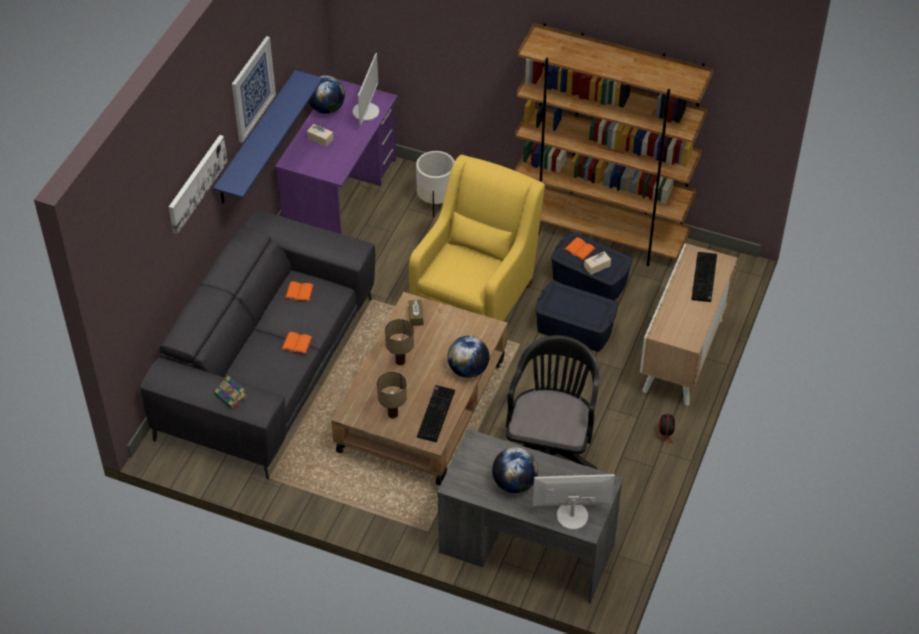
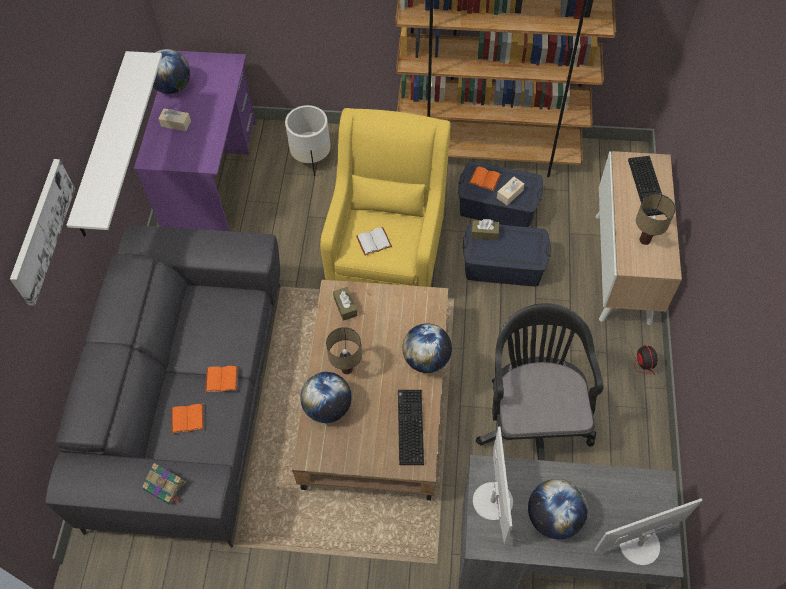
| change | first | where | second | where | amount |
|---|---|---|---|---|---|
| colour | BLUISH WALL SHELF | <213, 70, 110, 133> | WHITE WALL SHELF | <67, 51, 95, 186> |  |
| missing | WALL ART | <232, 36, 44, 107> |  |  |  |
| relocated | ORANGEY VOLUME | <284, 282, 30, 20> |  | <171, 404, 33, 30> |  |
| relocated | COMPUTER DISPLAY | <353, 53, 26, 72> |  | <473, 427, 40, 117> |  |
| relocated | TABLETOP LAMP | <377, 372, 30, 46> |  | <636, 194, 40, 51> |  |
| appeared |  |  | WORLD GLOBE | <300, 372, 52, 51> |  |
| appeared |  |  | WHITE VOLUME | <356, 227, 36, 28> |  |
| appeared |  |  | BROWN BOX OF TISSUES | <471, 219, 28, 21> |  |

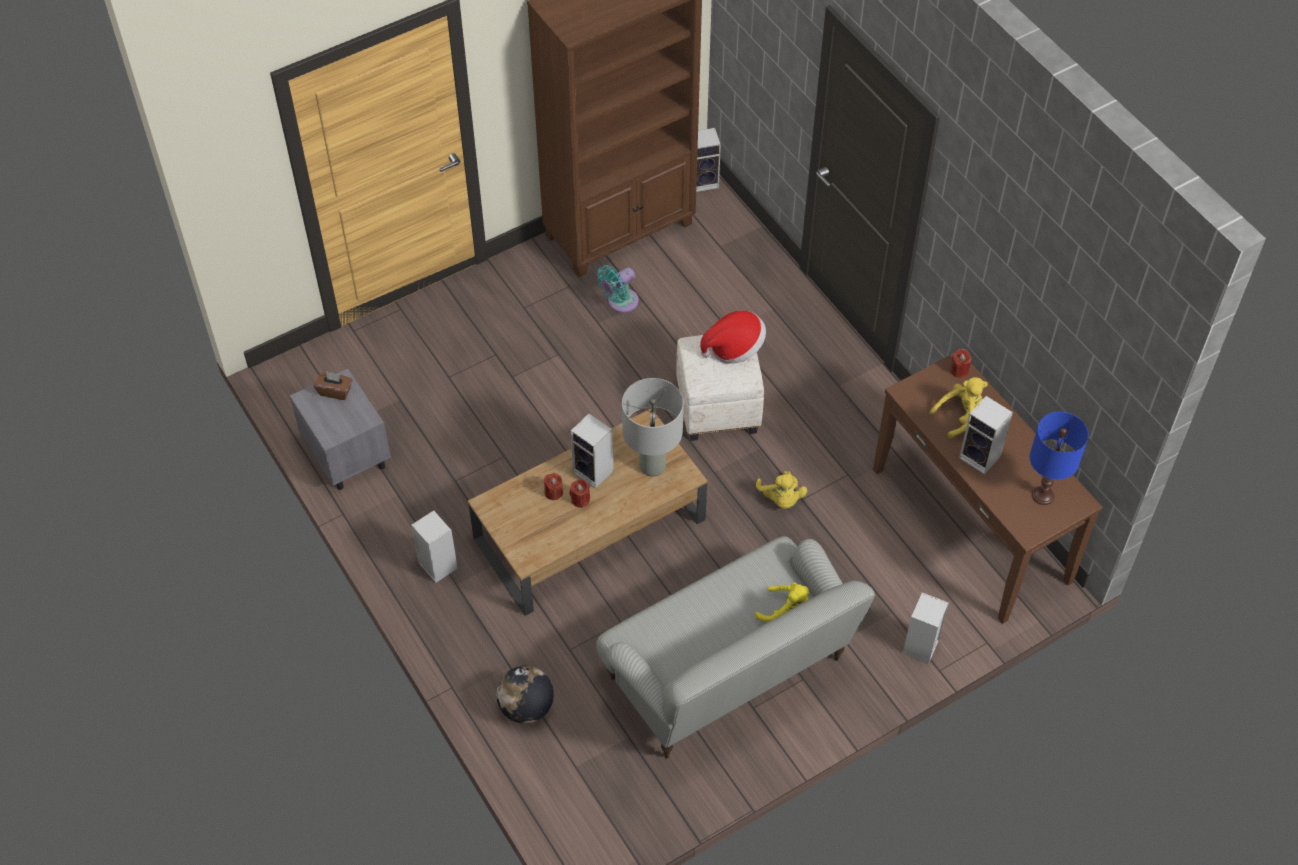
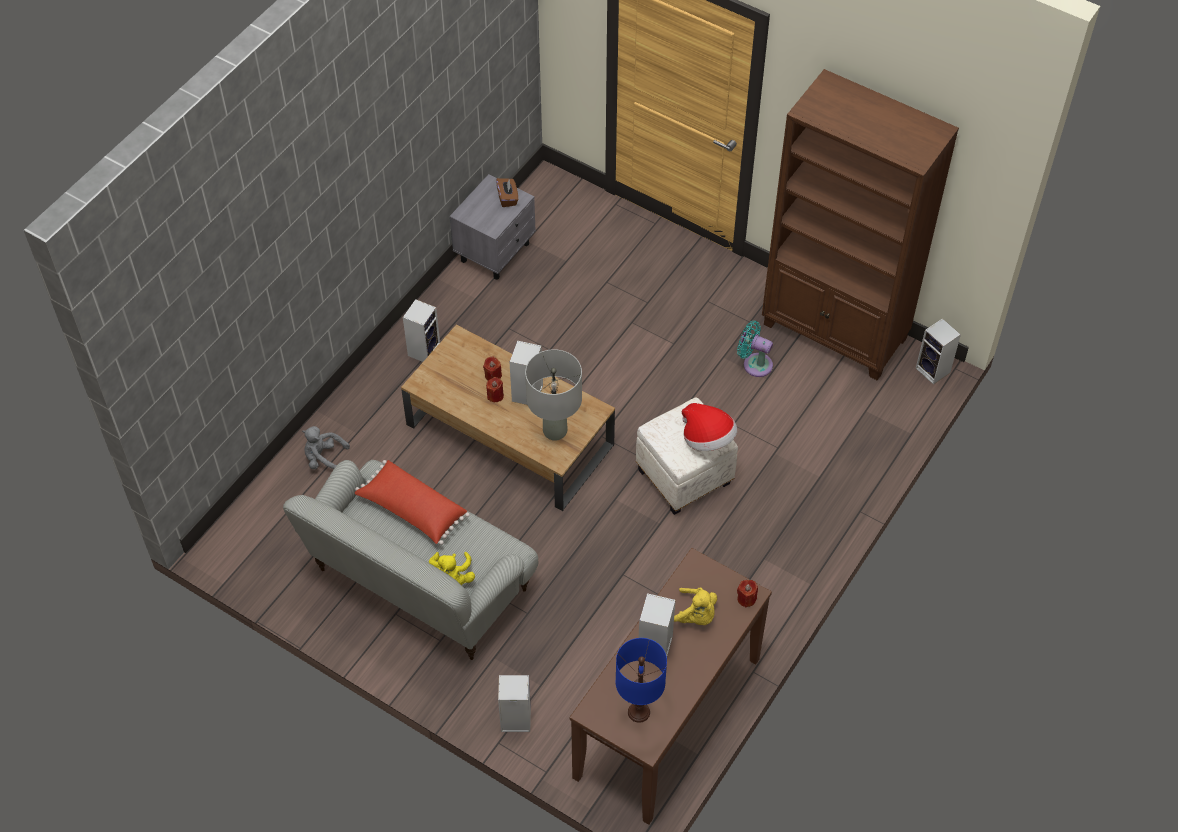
| change | first | where | second | where | amount |
|---|---|---|---|---|---|
| exchanged | WORLD GLOBE | <496, 666, 58, 58> | GREY CUDDLY TOY | <302, 426, 48, 43> |  |
| missing | YELLOWISH CUDDLY TOY | <756, 471, 51, 38> |  |  |  |
| appeared |  |  | REDDISH CUSHION | <355, 460, 115, 85> |  |

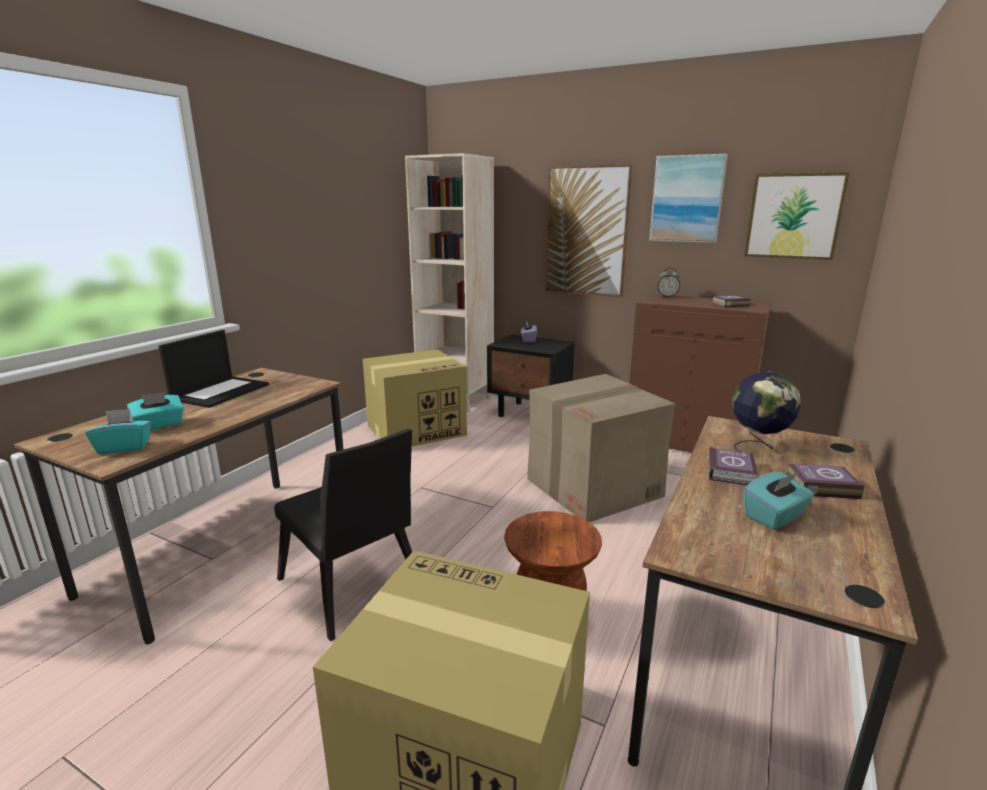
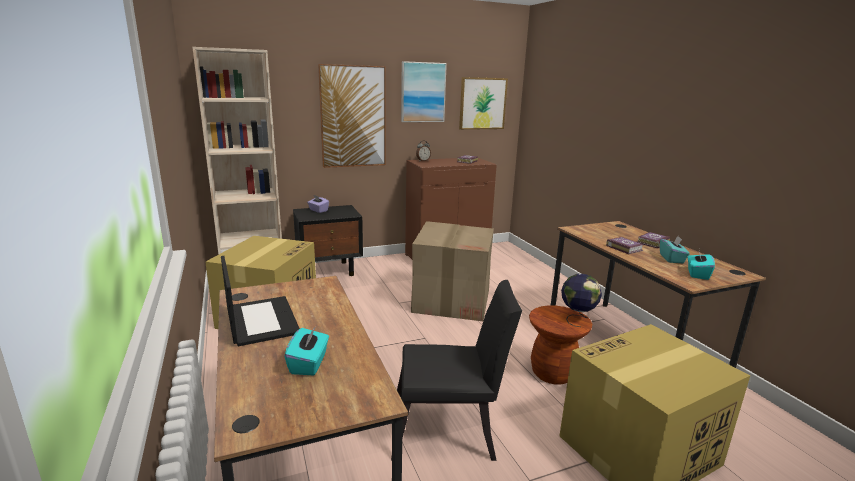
| change | first | where | second | where | amount |
|---|---|---|---|---|---|
| relocated | TURQUOISE-COLOURED BOX OF TISSUES | <85, 409, 66, 45> |  | <688, 250, 27, 30> |  |
| relocated | WORLD GLOBE | <732, 372, 69, 80> |  | <561, 274, 41, 53> |  |

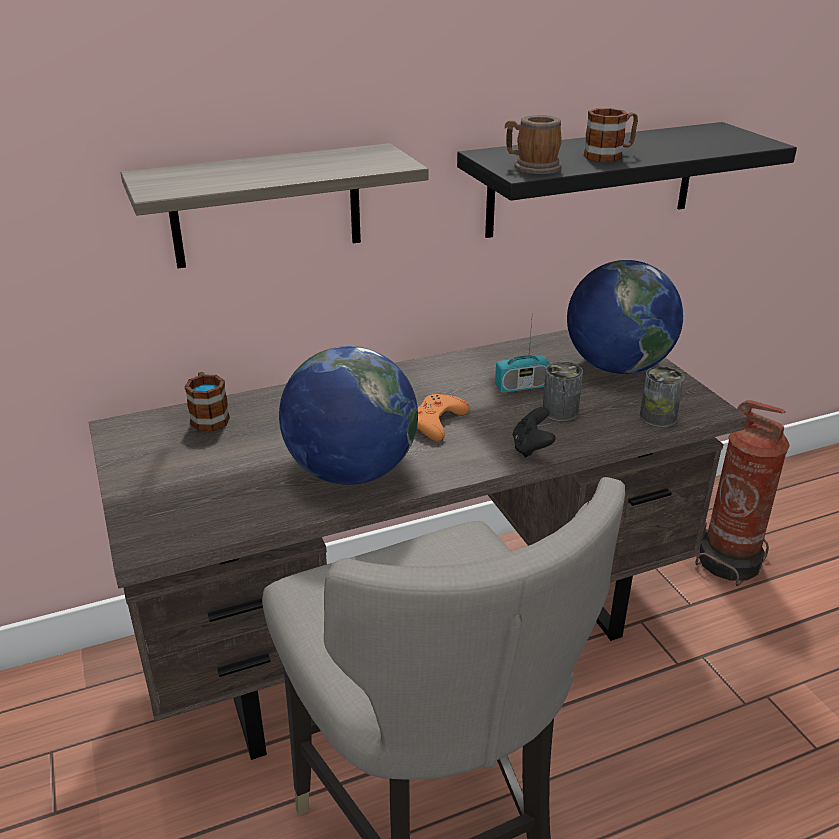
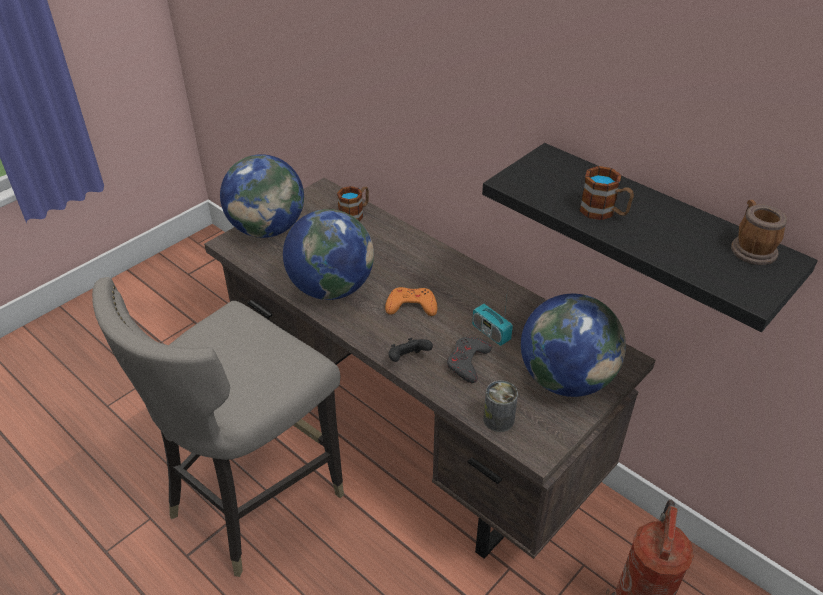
| change | first | where | second | where | amount |
|---|---|---|---|---|---|
| missing | WALL SHELF | <121, 143, 308, 125> |  |  |  |
| relocated | MUG | <505, 115, 57, 59> |  | <731, 200, 56, 65> |  |
| exchanged | CAN | <543, 361, 40, 61> | GREY JOYPAD | <447, 337, 45, 46> |  |
| appeared |  |  | WORLD GLOBE | <220, 154, 84, 84> |  |

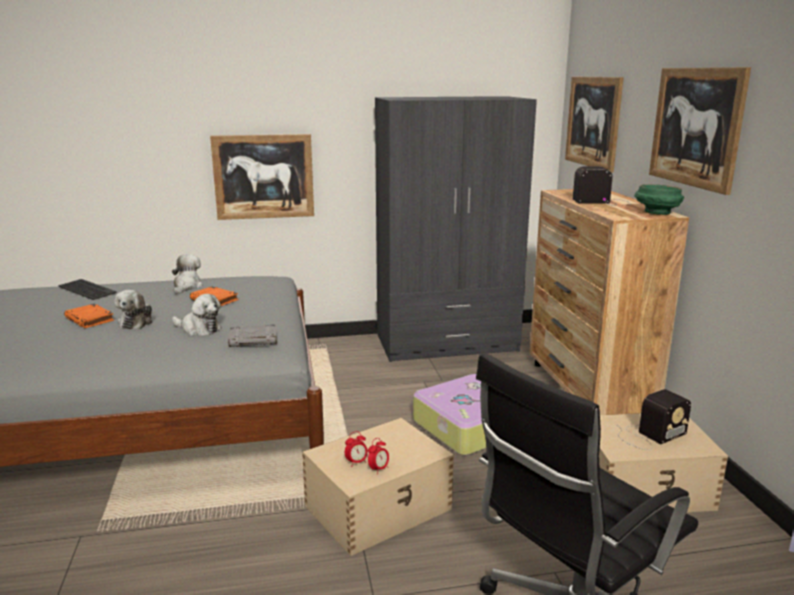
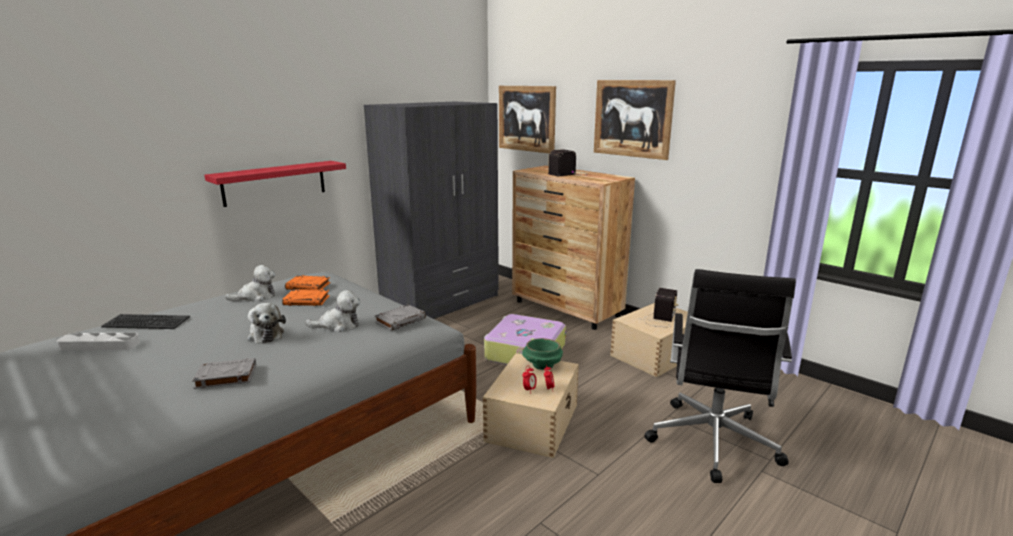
| change | first | where | second | where | amount |
|---|---|---|---|---|---|
| relocated | ORANGEY VOLUME | <64, 304, 50, 24> |  | <285, 275, 45, 15> |  |
| spun | CUDDLY TOY | <172, 254, 31, 40> |  | <225, 265, 50, 36> | 90 degrees clockwise |
| exchanged | WALL ART | <210, 134, 104, 86> | REDDISH WALL SHELF | <204, 161, 142, 46> |  |
| relocated | GREENISH DEEP DISH | <634, 184, 50, 31> |  | <522, 338, 41, 32> |  |
| appeared |  |  | GREY SERVING TRAY | <57, 333, 83, 18> |  |
| appeared |  |  | GREY VOLUME | <192, 358, 64, 31> |  |

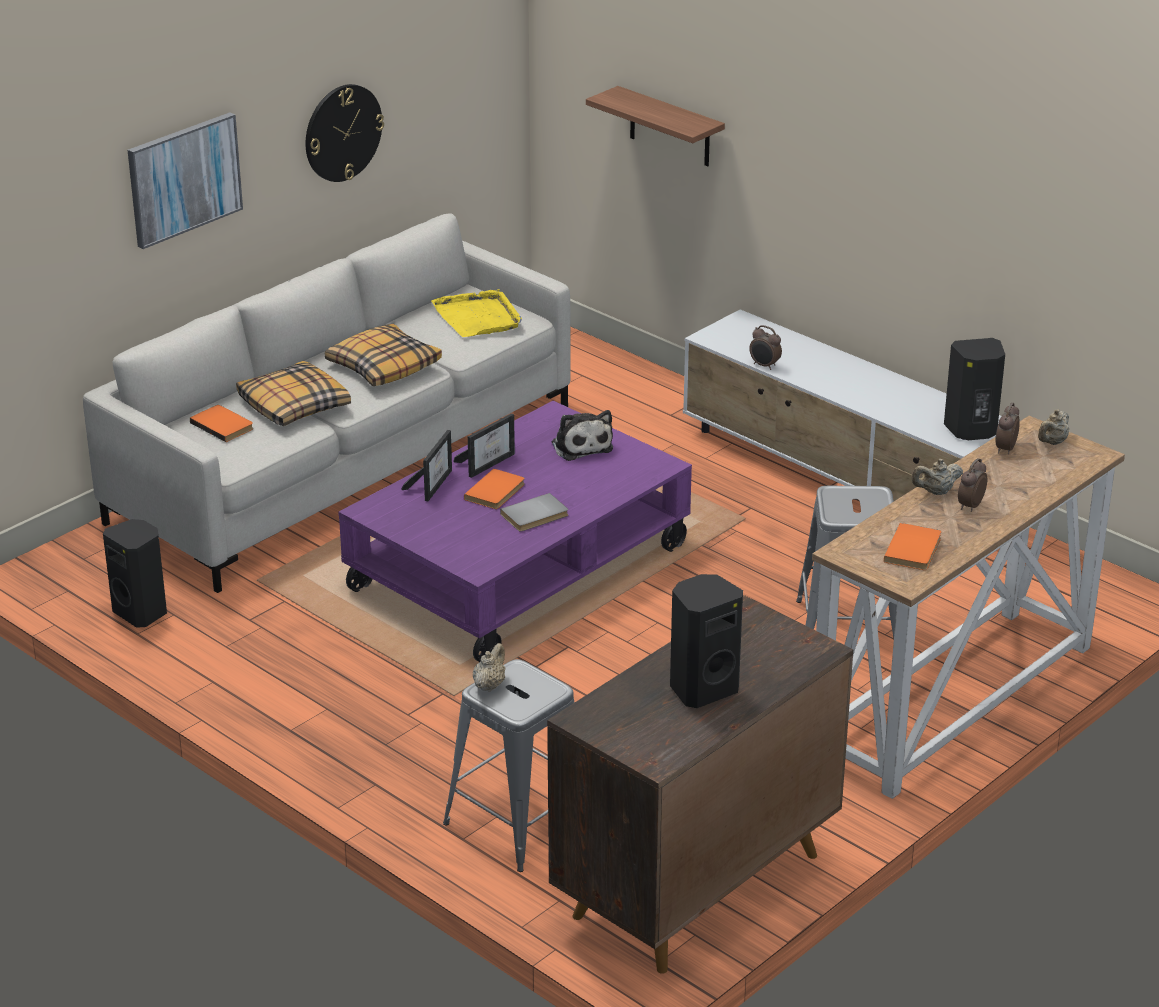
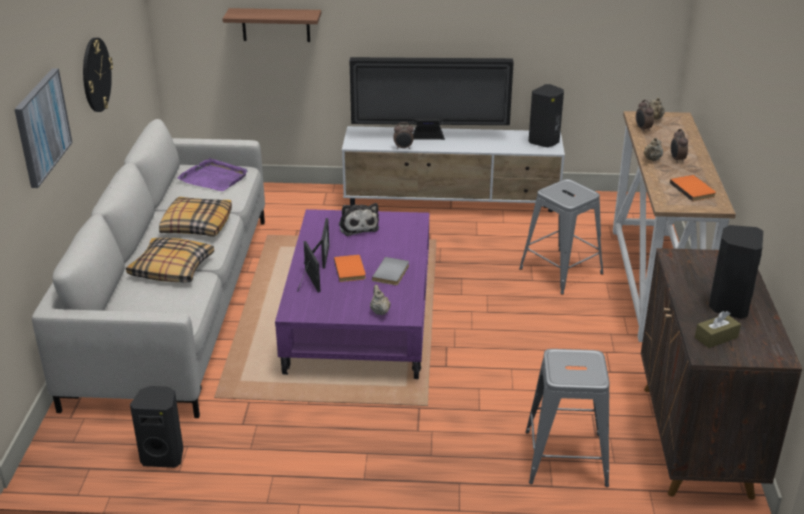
| change | first | where | second | where | amount |
|---|---|---|---|---|---|
| missing | ORANGEY VOLUME | <190, 405, 63, 37> |  |  |  |
| colour | YELLOWISH SERVING TRAY | <431, 289, 91, 48> | PURPLISH SERVING TRAY | <177, 158, 71, 33> |  |
| relocated | BEIGE TEA POT | <473, 643, 32, 49> |  | <370, 285, 21, 30> |  |
| spun | CUDDLY TOY | <552, 410, 61, 51> |  | <339, 203, 40, 33> | 45 degrees clockwise |
| appeared |  |  | TV SET | <349, 57, 165, 83> |  |
| appeared |  |  | BROWN BOX OF TISSUES | <695, 311, 46, 37> |  |

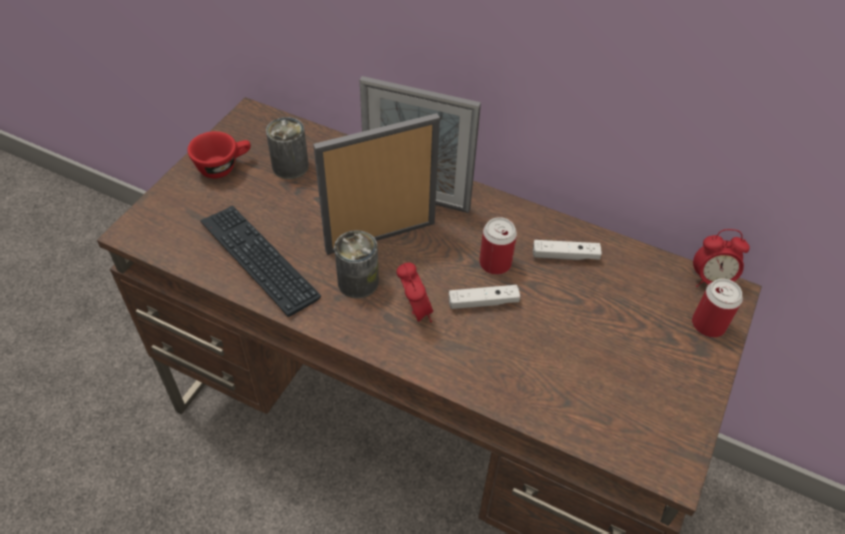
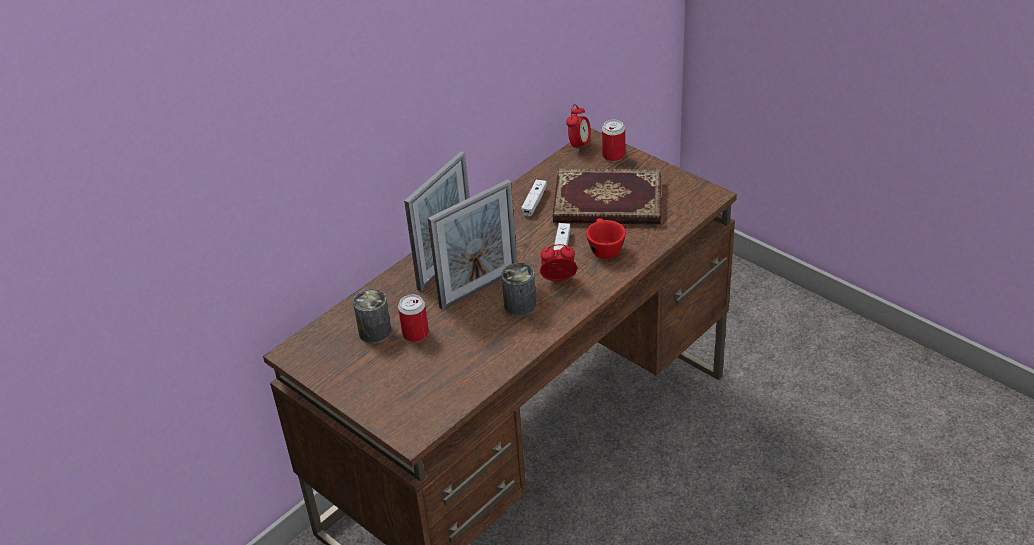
| change | first | where | second | where | amount |
|---|---|---|---|---|---|
| relocated | REDDISH CUP | <187, 131, 64, 47> |  | <586, 218, 40, 41> |  |
| missing | PC KEYBOARD | <200, 205, 121, 112> |  |  |  |
| spun | STANDING FRAME | <313, 113, 127, 142> |  | <428, 179, 89, 131> | 120 degrees counterclockwise |
| relocated | CAN | <479, 217, 38, 58> |  | <398, 294, 31, 48> |  |
| appeared |  |  | VOLUME | <553, 169, 109, 56> |  |

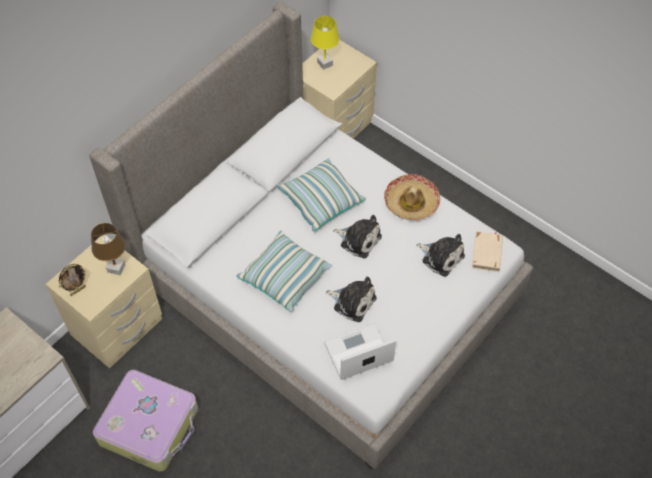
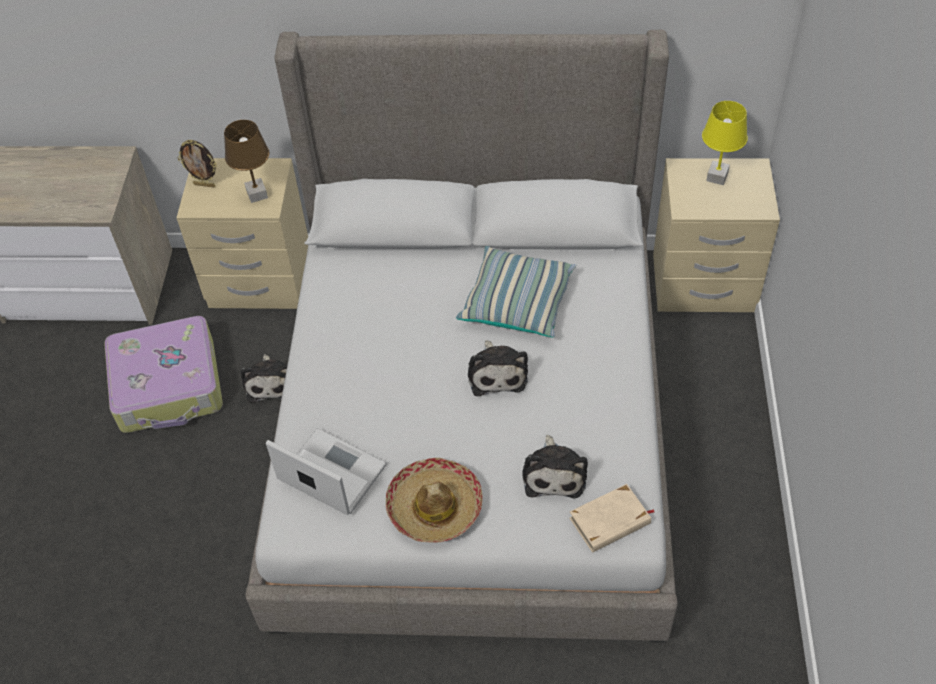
| change | first | where | second | where | amount |
|---|---|---|---|---|---|
| missing | CUSHION | <236, 231, 96, 81> |  |  |  |
| relocated | CUDDLY TOY | <326, 276, 51, 46> |  | <241, 354, 46, 49> |  |
| relocated | HAT | <384, 174, 56, 46> |  | <386, 458, 97, 85> |  |

